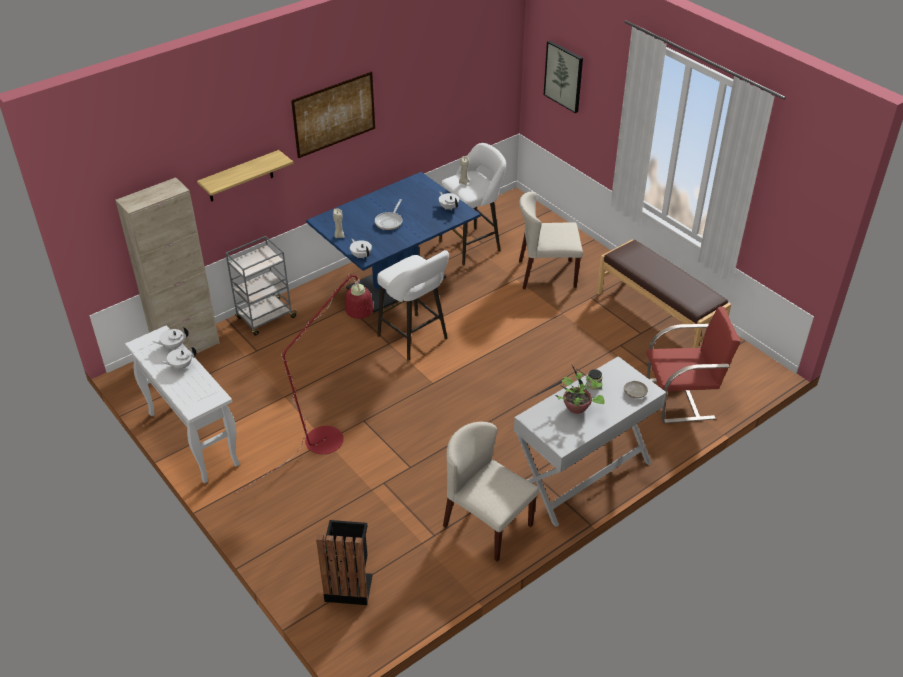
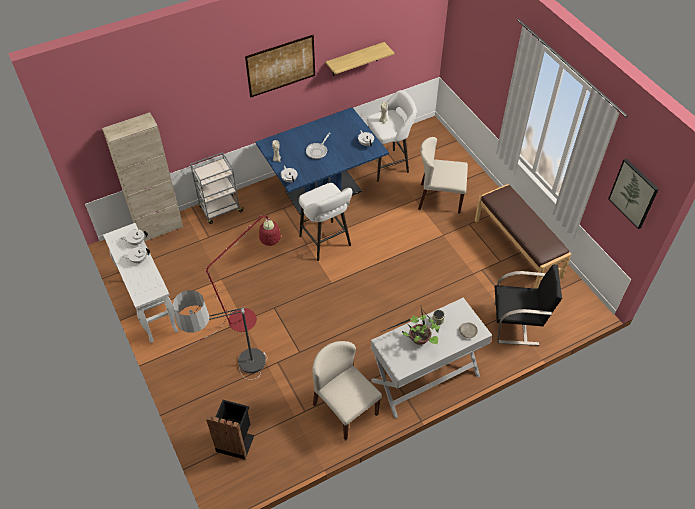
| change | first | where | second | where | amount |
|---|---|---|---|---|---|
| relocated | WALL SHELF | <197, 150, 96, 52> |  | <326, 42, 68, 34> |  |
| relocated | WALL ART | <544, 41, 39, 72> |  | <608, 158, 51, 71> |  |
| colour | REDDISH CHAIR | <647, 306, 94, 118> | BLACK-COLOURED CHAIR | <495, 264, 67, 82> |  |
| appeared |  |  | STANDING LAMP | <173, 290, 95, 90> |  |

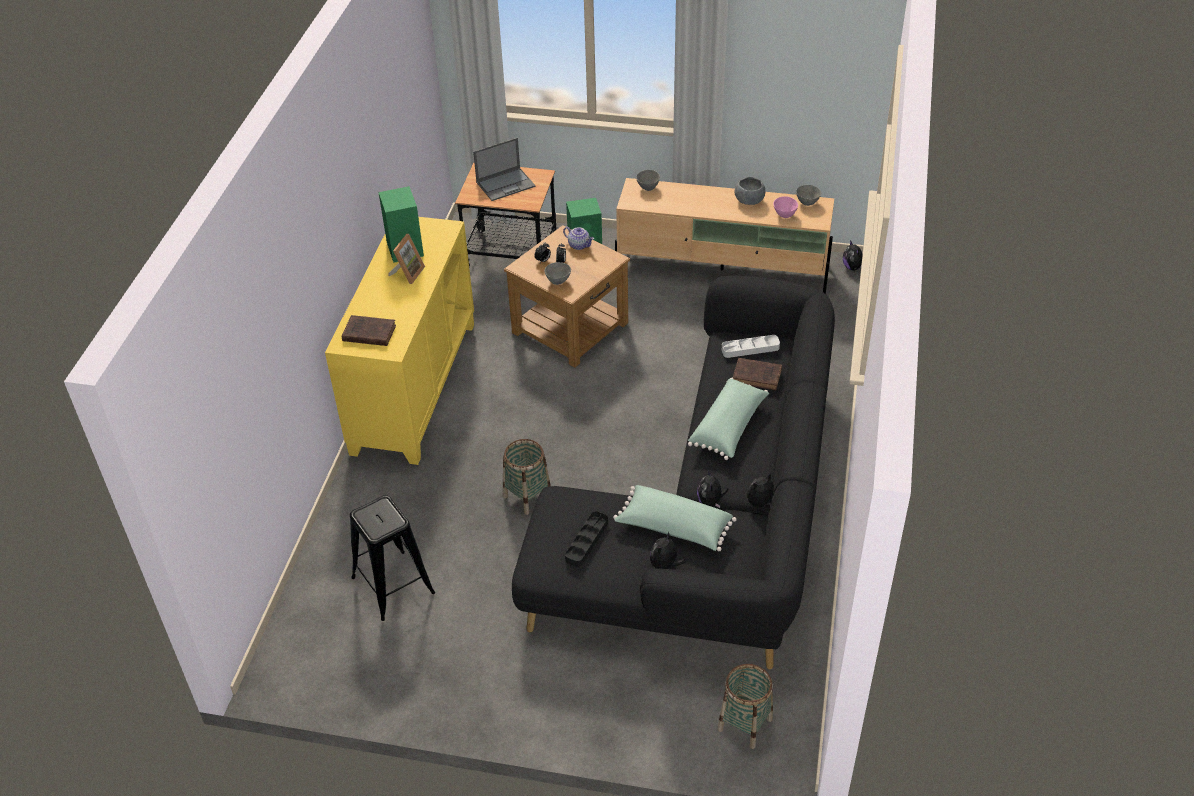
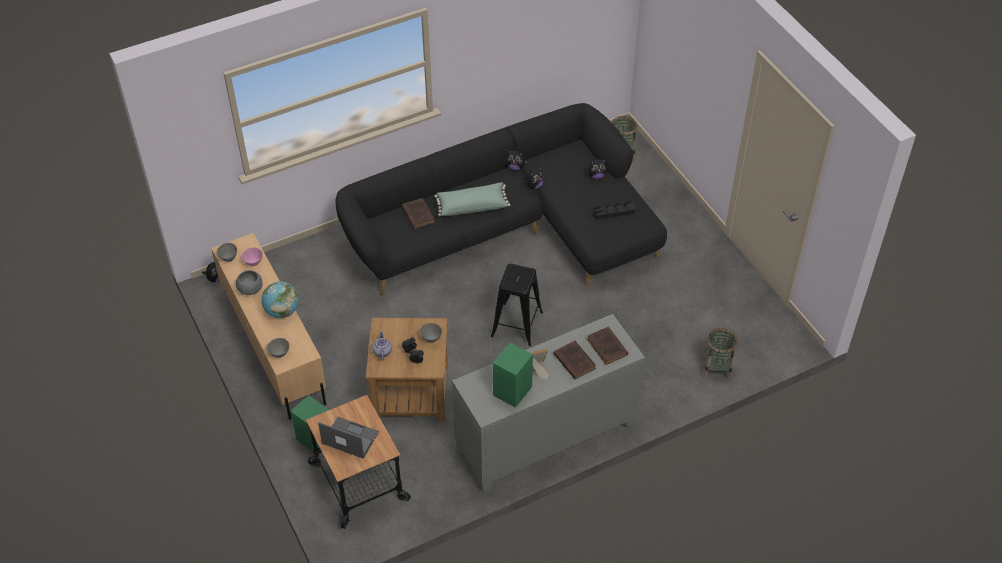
| change | first | where | second | where | amount |
|---|---|---|---|---|---|
| colour | YELLOWISH CABINET | <325, 217, 149, 248> | GREY CABINET | <452, 314, 193, 179> |  |
| relocated | BLACK-COLOURED SITTING STOOL | <350, 495, 85, 126> |  | <491, 264, 52, 82> |  |
| relocated | BASKET | <503, 439, 48, 76> |  | <703, 328, 35, 52> |  |
| missing | GREENISH CUSHION | <613, 485, 124, 66> |  |  |  |
| missing | GREY SERVING TRAY | <722, 335, 58, 23> |  |  |  |
| appeared |  |  | WORLD GLOBE | <262, 281, 37, 37> |  |
| appeared |  |  | BROWN VOLUME | <554, 341, 42, 39> |  |

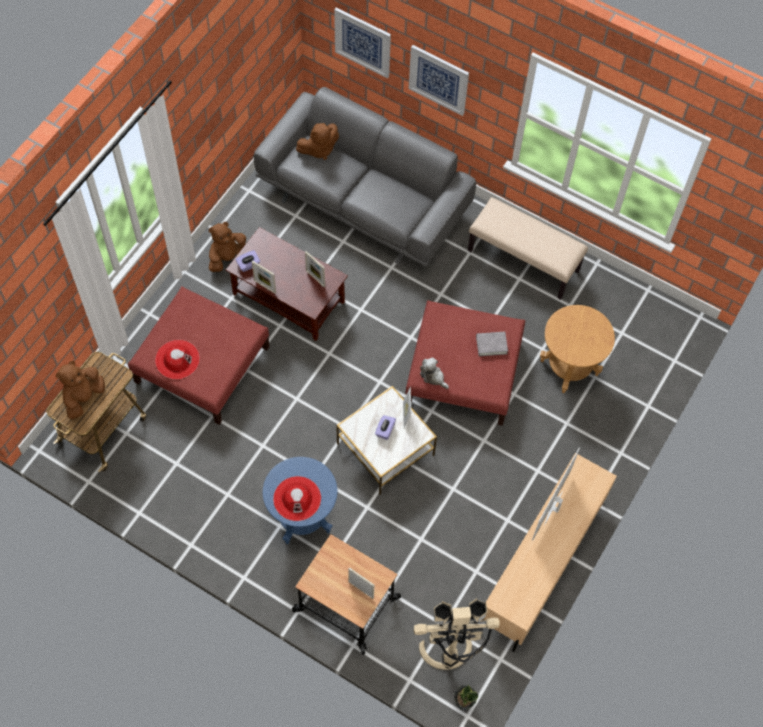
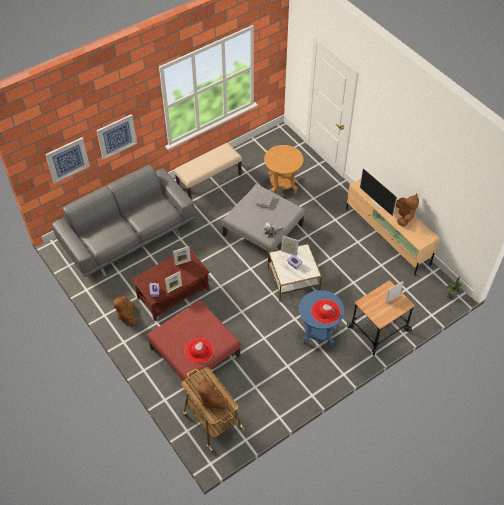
| change | first | where | second | where | amount |
|---|---|---|---|---|---|
| relocated | BROWN CUDDLY TOY | <296, 123, 43, 37> |  | <395, 193, 24, 34> |  |
| colour | REDDISH OTTOMAN | <405, 300, 120, 126> | GREY OTTOMAN | <222, 184, 83, 78> |  |
| missing | BEIGE STANDING LAMP | <414, 598, 86, 72> |  |  |  |

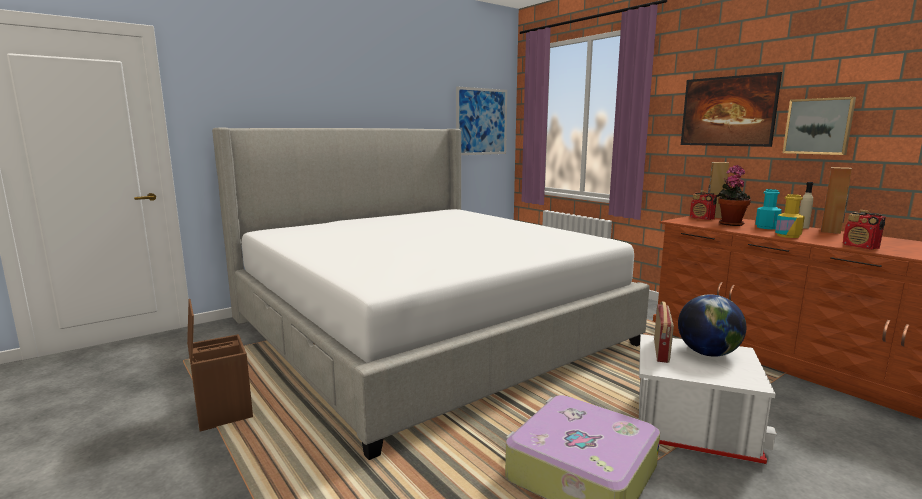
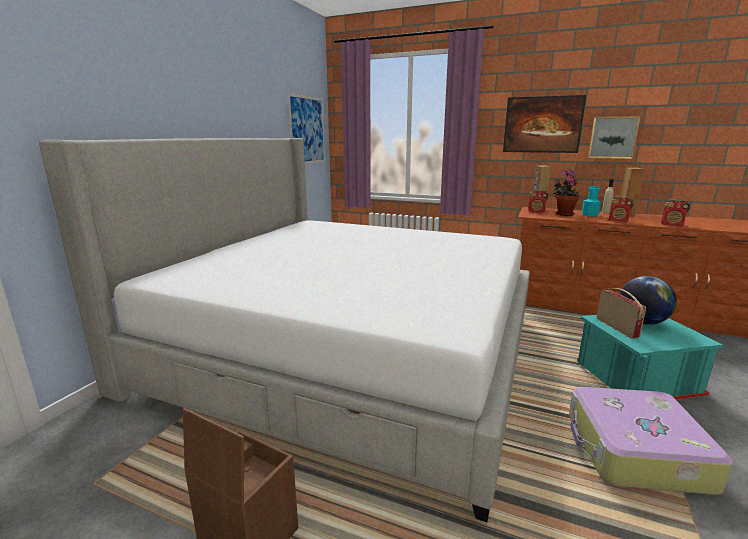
| change | first | where | second | where | amount |
|---|---|---|---|---|---|
| colour | WHITE STORAGE BOX | <639, 334, 138, 130> | TURQUOISE-COLOURED STORAGE BOX | <577, 315, 146, 84> |  |
| exchanged | YELLOWISH BOTTLE | <775, 194, 30, 44> | RADIO RECEIVER | <609, 196, 25, 26> |  |

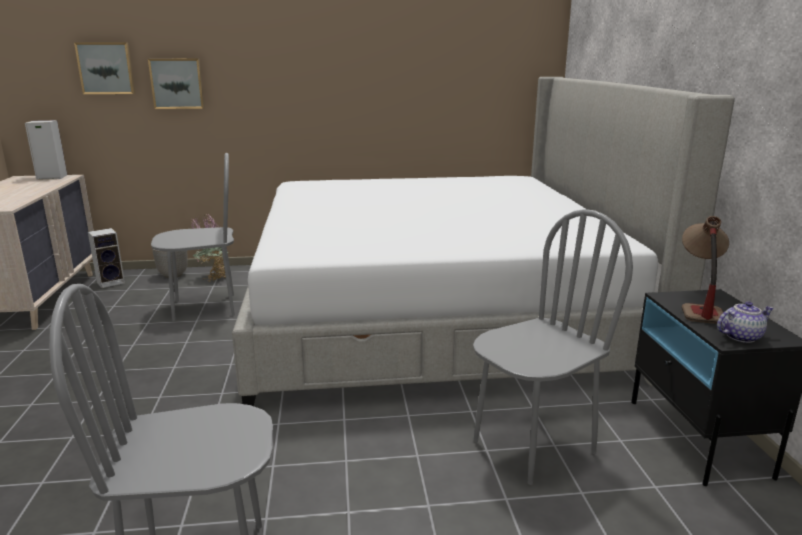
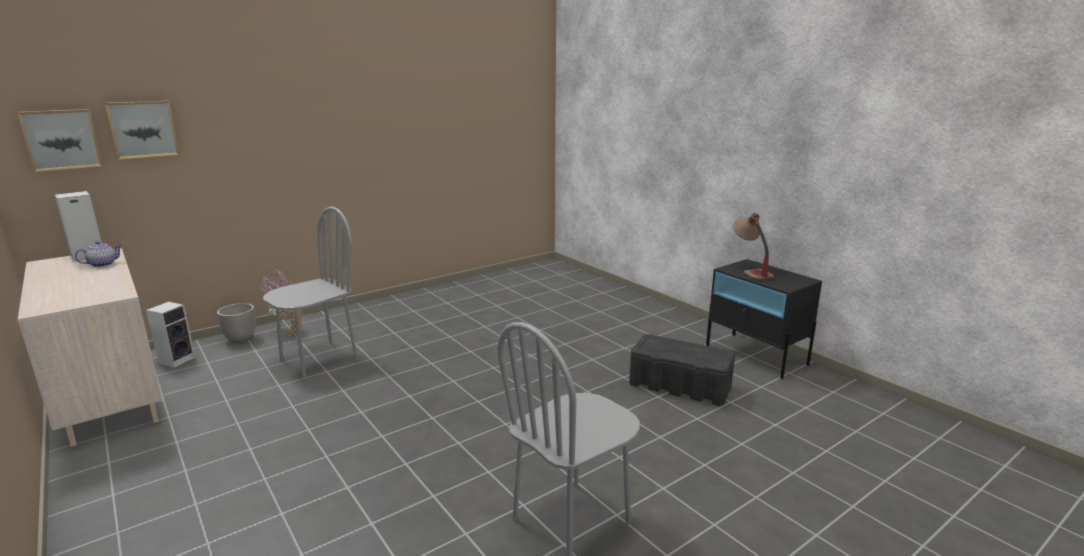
| change | first | where | second | where | amount |
|---|---|---|---|---|---|
| relocated | WALL ART | <148, 59, 57, 50> |  | <17, 109, 86, 63> |  |
| missing | SLEEPING BED | <232, 77, 503, 329> |  |  |  |
| exchanged | GREY CHAIR | <473, 209, 160, 276> | BLACK-COLOURED STORAGE BOX | <629, 334, 106, 72> |  |
| relocated | TEA POT | <717, 301, 57, 42> |  | <75, 241, 48, 26> |  |

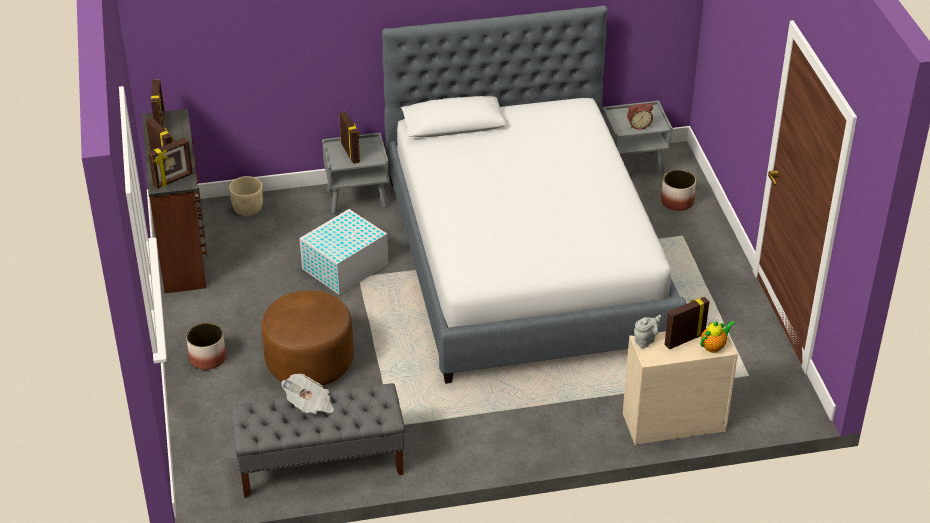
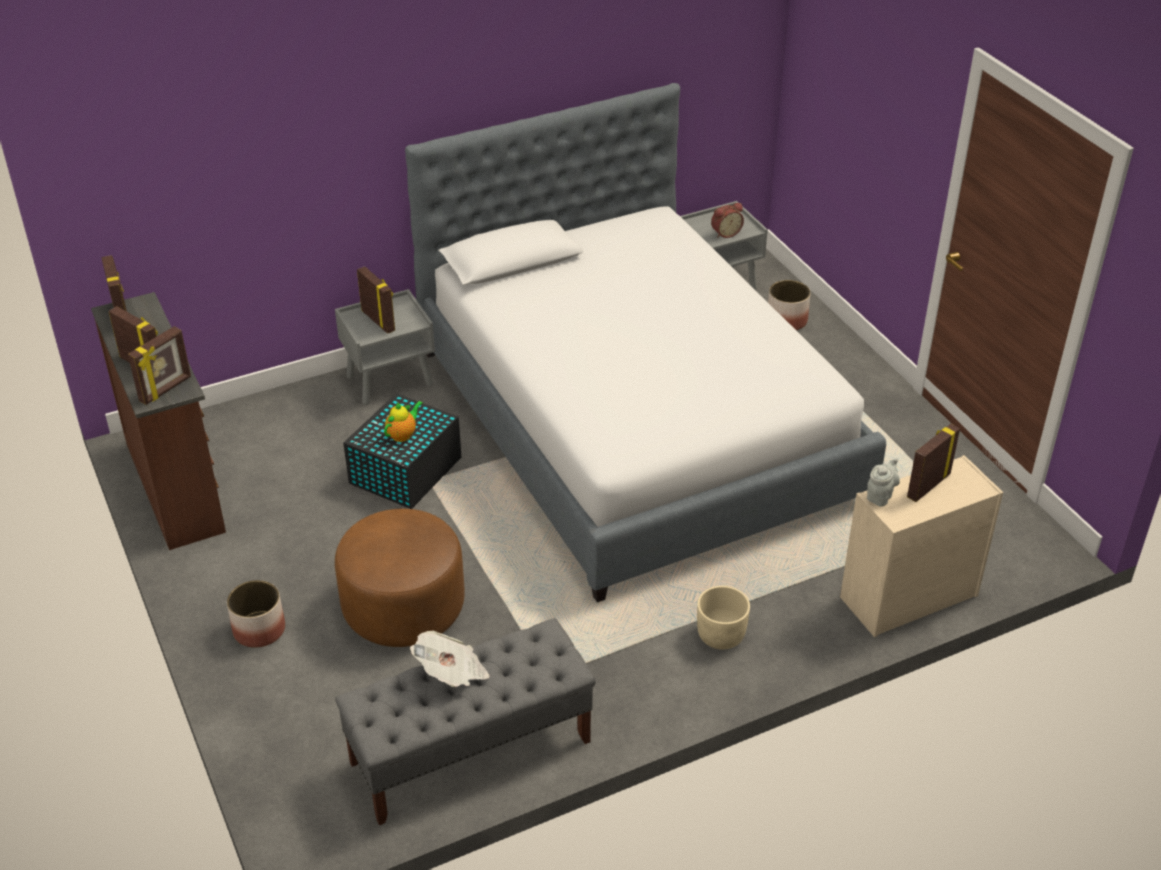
| change | first | where | second | where | amount |
|---|---|---|---|---|---|
| relocated | BEIGE PLANT POT | <229, 176, 34, 40> |  | <697, 586, 53, 64> |  |
| colour | WHITE STORAGE BOX | <299, 209, 89, 86> | BLACK-COLOURED STORAGE BOX | <343, 393, 118, 116> |  |
| relocated | TEA POT | <700, 321, 35, 32> |  | <384, 401, 39, 41> |  |

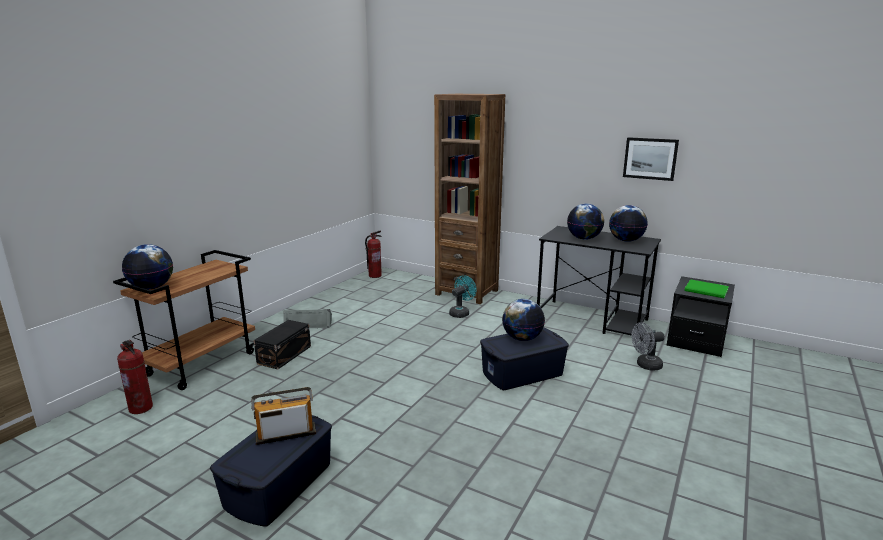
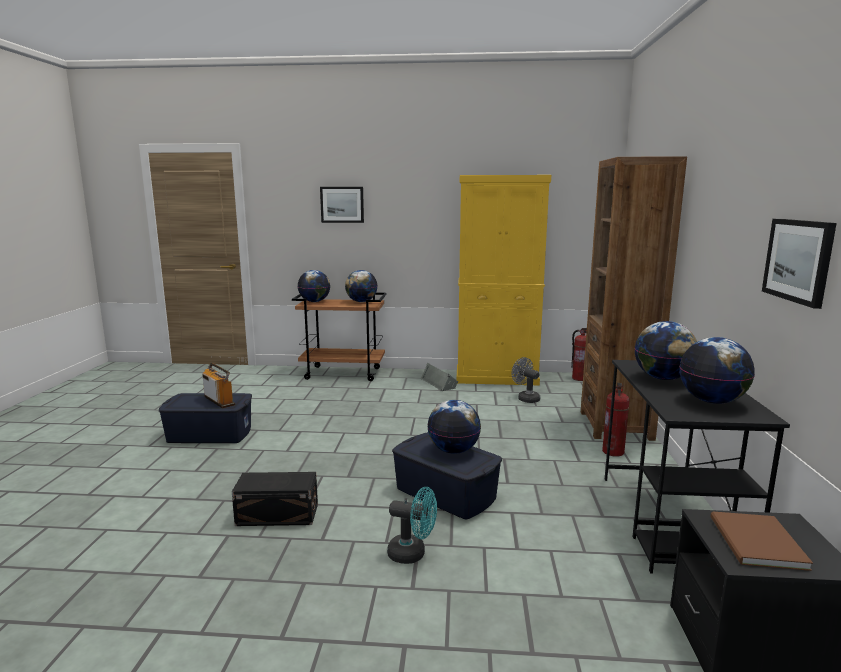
| change | first | where | second | where | amount |
|---|---|---|---|---|---|
| relocated | EXTINGUISHER | <117, 340, 36, 74> |  | <602, 383, 28, 74> |  |
| relocated | BLACK-COLOURED STORAGE BOX | <254, 320, 57, 49> |  | <232, 472, 86, 54> |  |
| relocated | TURQUOISE-COLOURED COOLING FAN | <449, 275, 28, 43> |  | <387, 487, 50, 77> |  |
| relocated | GREY COOLING FAN | <632, 322, 33, 49> |  | <512, 357, 28, 46> |  |
| colour | GREENISH VOLUME | <684, 279, 45, 19> | BROWN VOLUME | <710, 512, 103, 59> |  |
| appeared |  |  | WALL ART | <320, 187, 44, 36> |  |
| appeared |  |  | WORLD GLOBE | <345, 270, 33, 32> |  |
| appeared |  |  | YELLOWISH CABINET | <456, 175, 95, 211> |  |

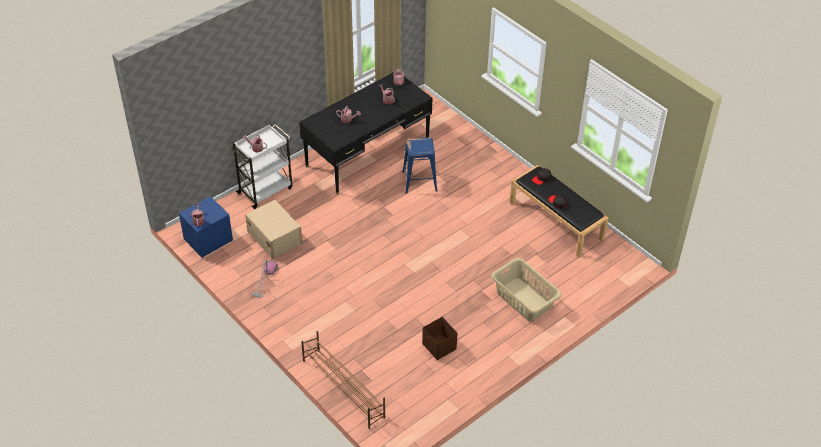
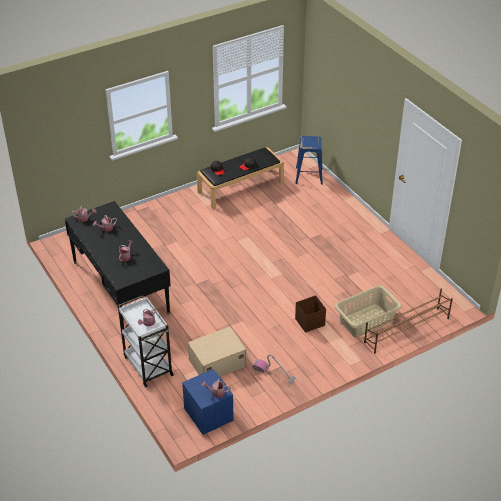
| change | first | where | second | where | amount |
|---|---|---|---|---|---|
| relocated | BLUISH SITTING STOOL | <402, 137, 35, 57> |  | <295, 136, 28, 49> |  |
| relocated | BROWN STORAGE BOX | <422, 317, 35, 43> |  | <295, 295, 31, 38> |  |
| relocated | BEIGE WASHING BASKET | <491, 258, 70, 63> |  | <334, 285, 67, 52> |  |

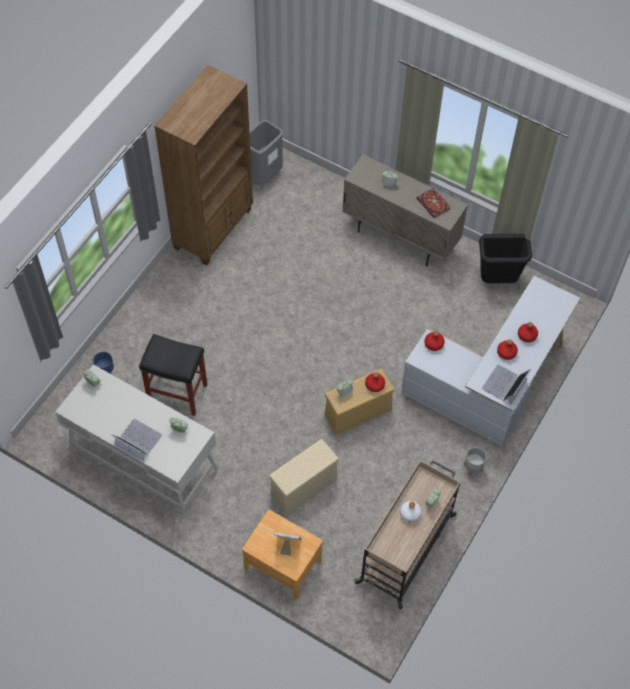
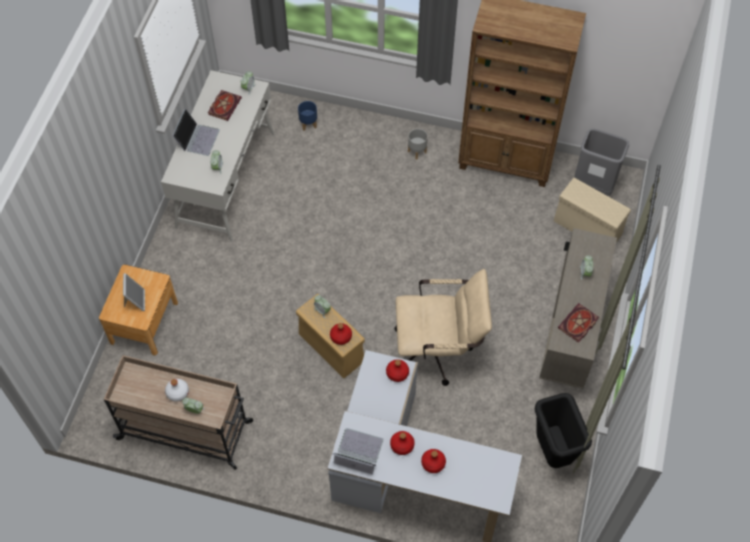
| change | first | where | second | where | amount |
|---|---|---|---|---|---|
| missing | BLACK-COLOURED SITTING STOOL | <139, 334, 68, 82> |  |  |  |
| relocated | BEIGE STORAGE BOX | <269, 439, 70, 75> |  | <554, 178, 77, 65> |  |
| relocated | GREY PLANT POT | <464, 447, 22, 29> |  | <408, 129, 20, 31> |  |
| appeared |  |  | VOLUME | <208, 90, 34, 31> |  |
| appeared |  |  | BEIGE COMPUTER CHAIR | <394, 269, 98, 117> |  |

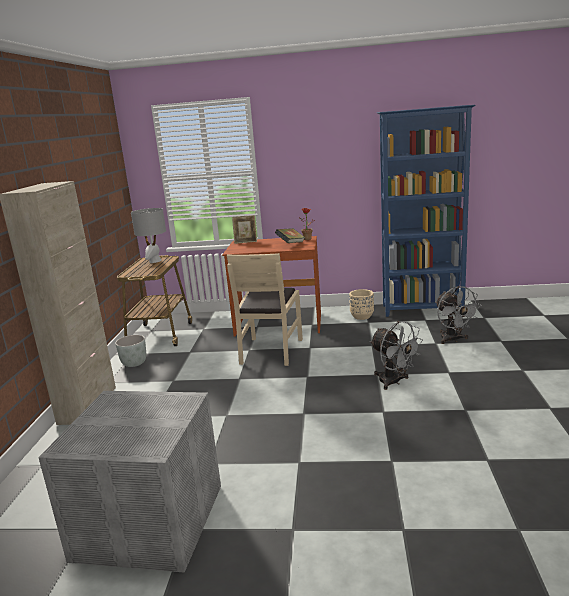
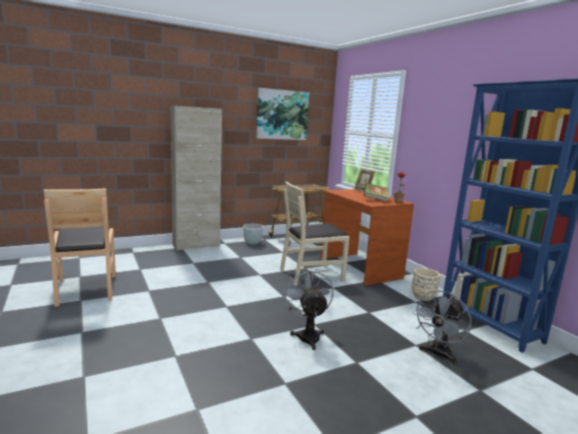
| change | first | where | second | where | amount |
|---|---|---|---|---|---|
| exchanged | GREY STORAGE BOX | <38, 391, 183, 182> | BROWN CHAIR | <44, 188, 72, 119> |  |
| missing | GREY TABLETOP LAMP | <131, 208, 35, 55> |  |  |  |
| spun | GREY COOLING FAN | <370, 321, 53, 69> |  | <283, 269, 51, 81> | 150 degrees clockwise |
| appeared |  |  | WALL ART | <256, 88, 53, 52> |  |

